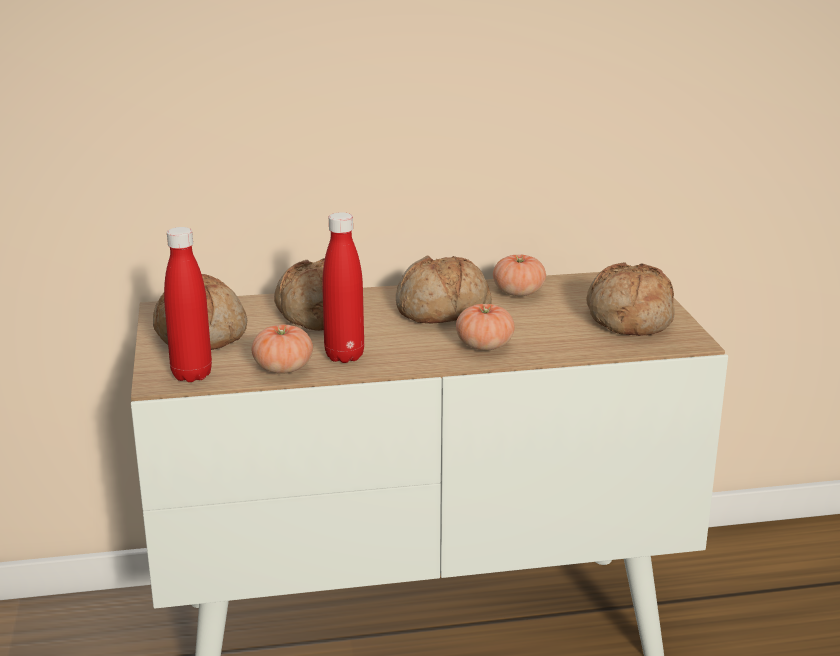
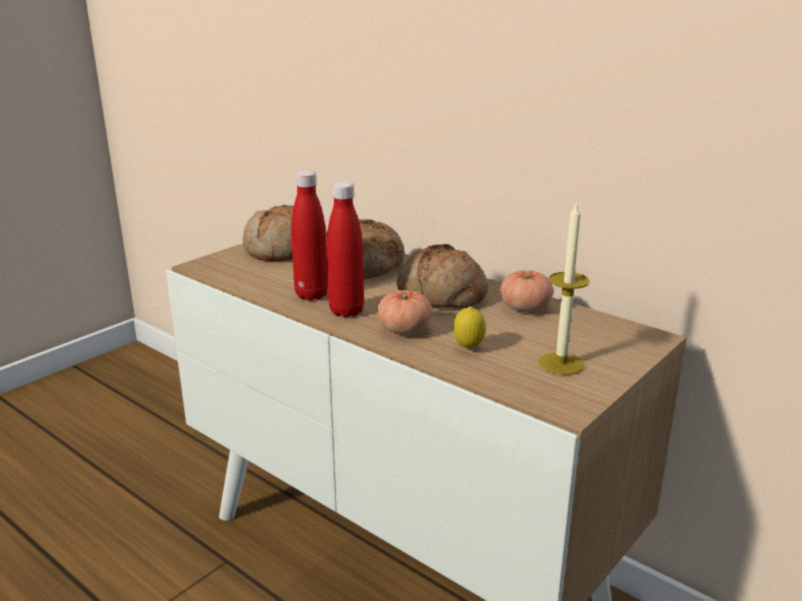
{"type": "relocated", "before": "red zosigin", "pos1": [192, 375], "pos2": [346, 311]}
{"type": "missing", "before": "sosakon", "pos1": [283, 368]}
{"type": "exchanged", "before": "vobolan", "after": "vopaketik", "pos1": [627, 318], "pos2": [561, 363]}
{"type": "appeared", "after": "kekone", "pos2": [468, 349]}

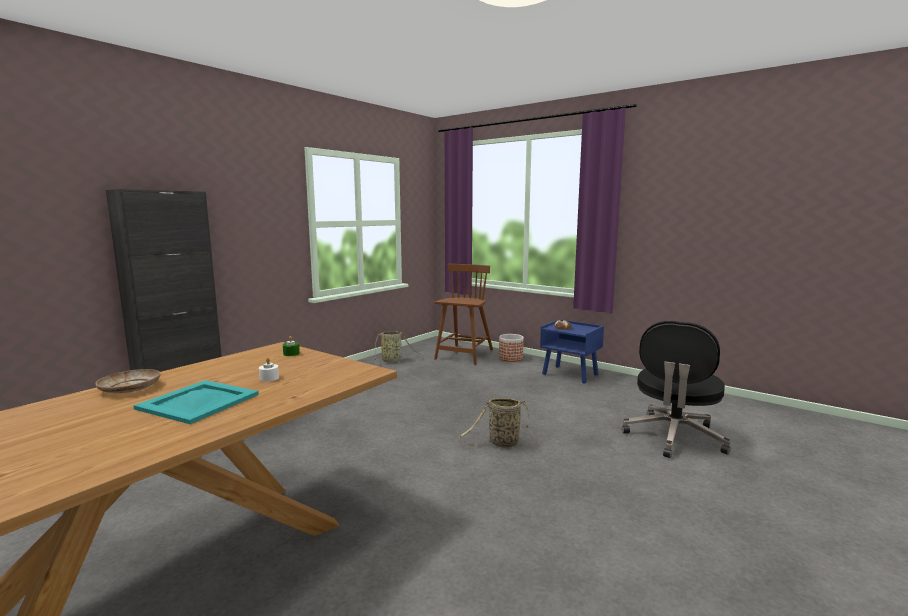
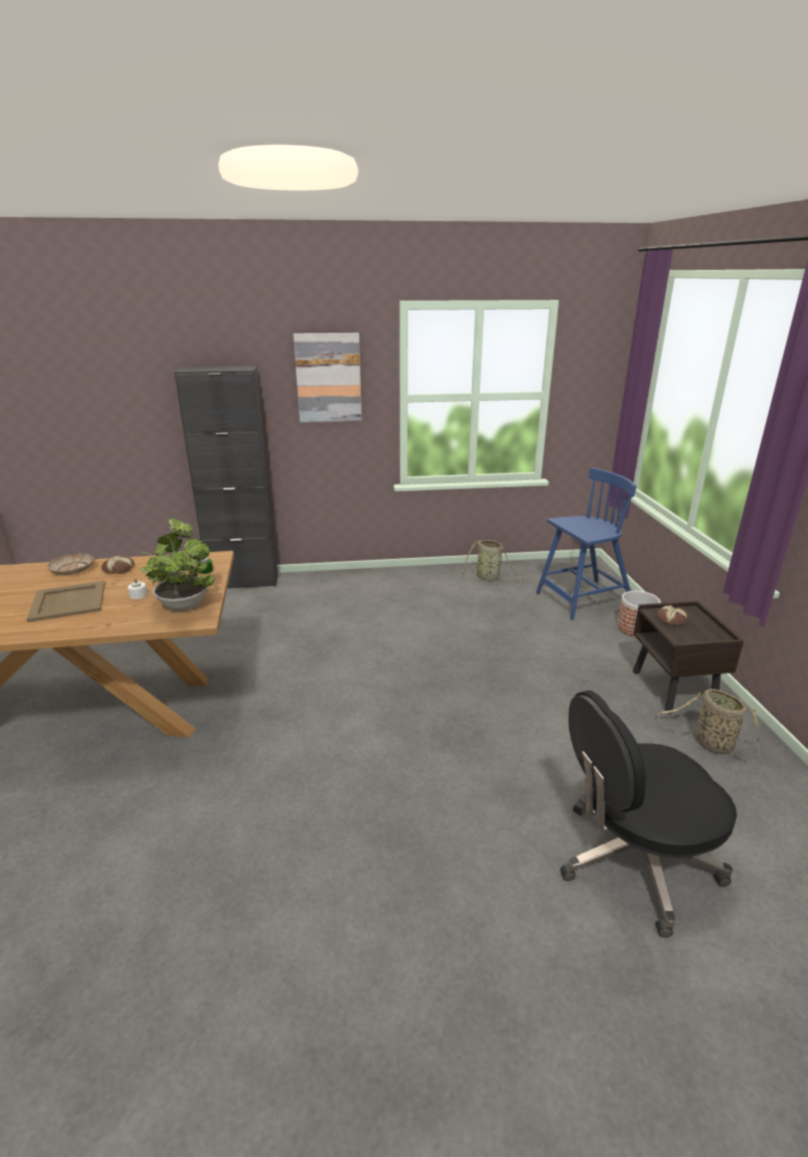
{"type": "colour", "before": "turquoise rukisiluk", "after": "beige rukisiluk", "pos1": [198, 402], "pos2": [67, 602]}
{"type": "colour", "before": "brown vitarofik", "after": "blue vitarofik", "pos1": [464, 355], "pos2": [582, 599]}
{"type": "relocated", "before": "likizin", "pos1": [501, 444], "pos2": [710, 744]}
{"type": "colour", "before": "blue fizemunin", "after": "brown fizemunin", "pos1": [570, 374], "pos2": [673, 690]}
{"type": "appeared", "after": "vobolan", "pos2": [119, 569]}
{"type": "appeared", "after": "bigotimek", "pos2": [184, 603]}
{"type": "appeared", "after": "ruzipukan", "pos2": [328, 378]}

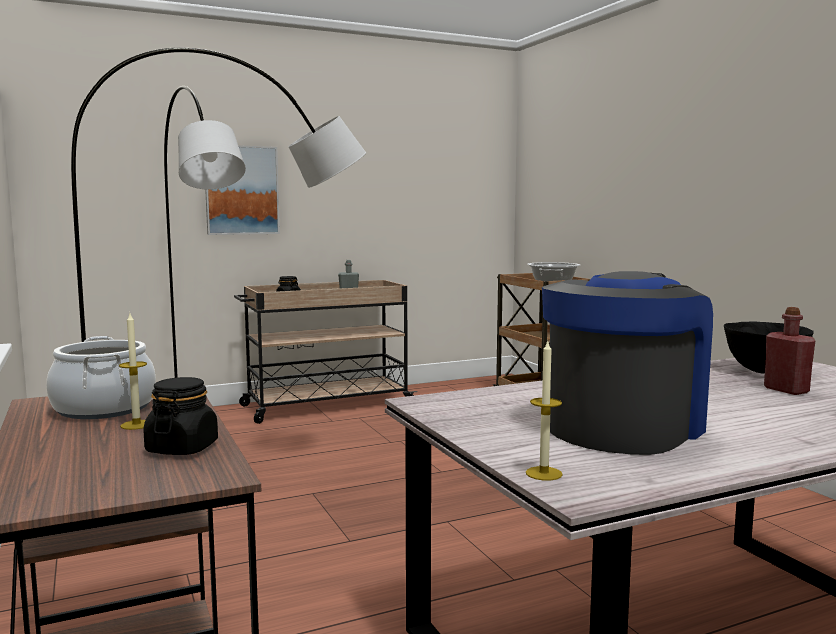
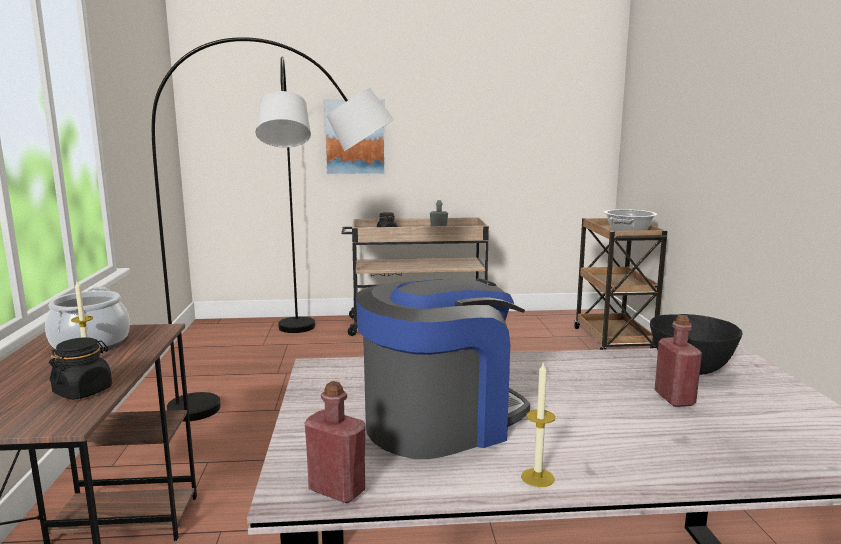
{"type": "relocated", "before": "vopaketik", "pos1": [544, 473], "pos2": [537, 477]}
{"type": "appeared", "after": "red zosigin", "pos2": [337, 490]}

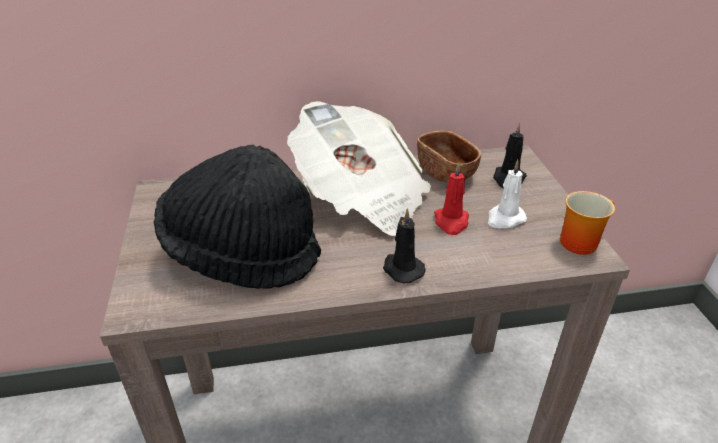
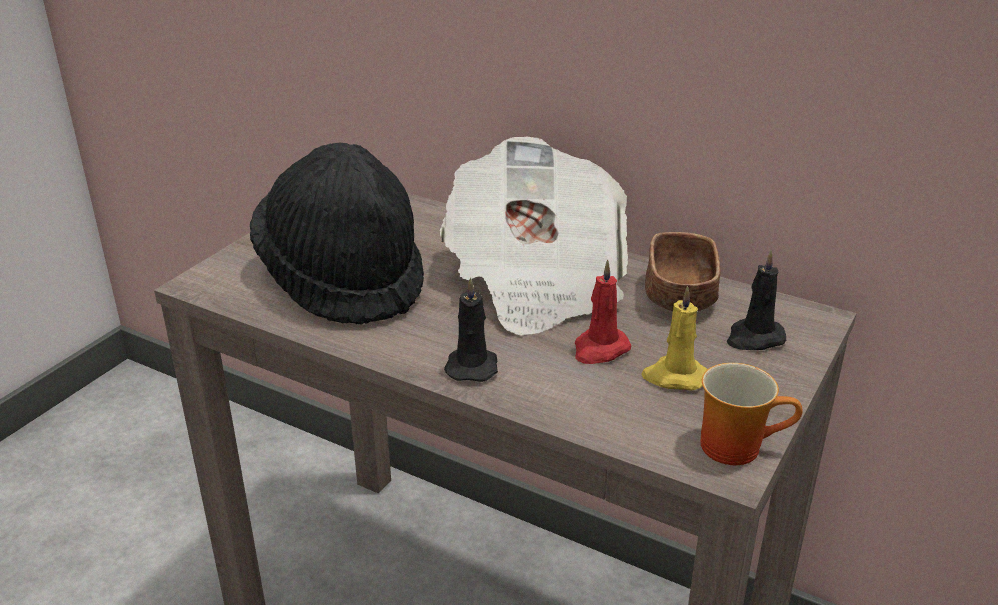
{"type": "colour", "before": "white vopaketik", "after": "yellow vopaketik", "pos1": [505, 219], "pos2": [674, 376]}

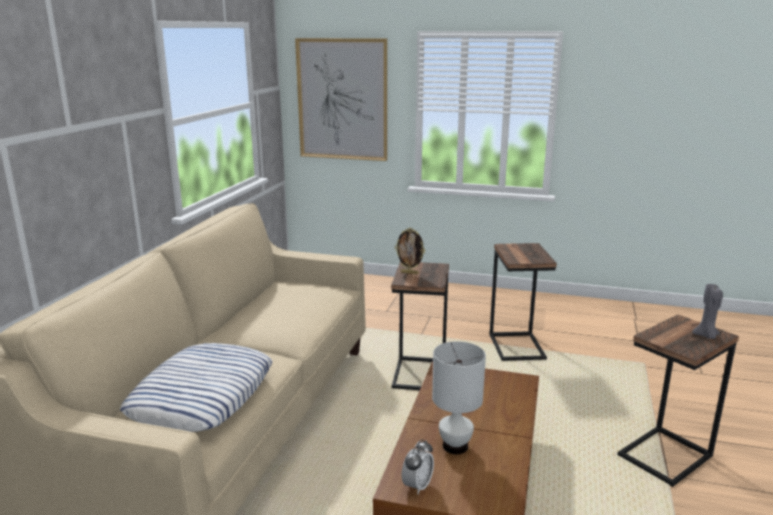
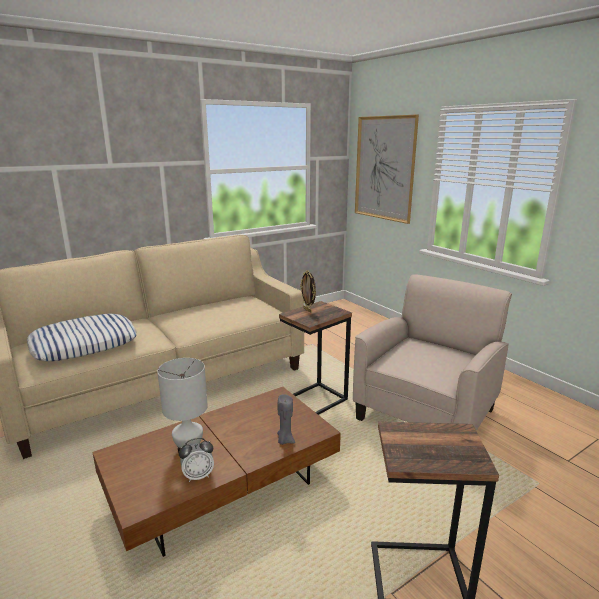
{"type": "relocated", "before": "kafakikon", "pos1": [417, 486], "pos2": [198, 476]}
{"type": "exchanged", "before": "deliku", "after": "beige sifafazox", "pos1": [518, 346], "pos2": [426, 413]}
{"type": "relocated", "before": "grey vopaketik", "pos1": [706, 335], "pos2": [285, 440]}

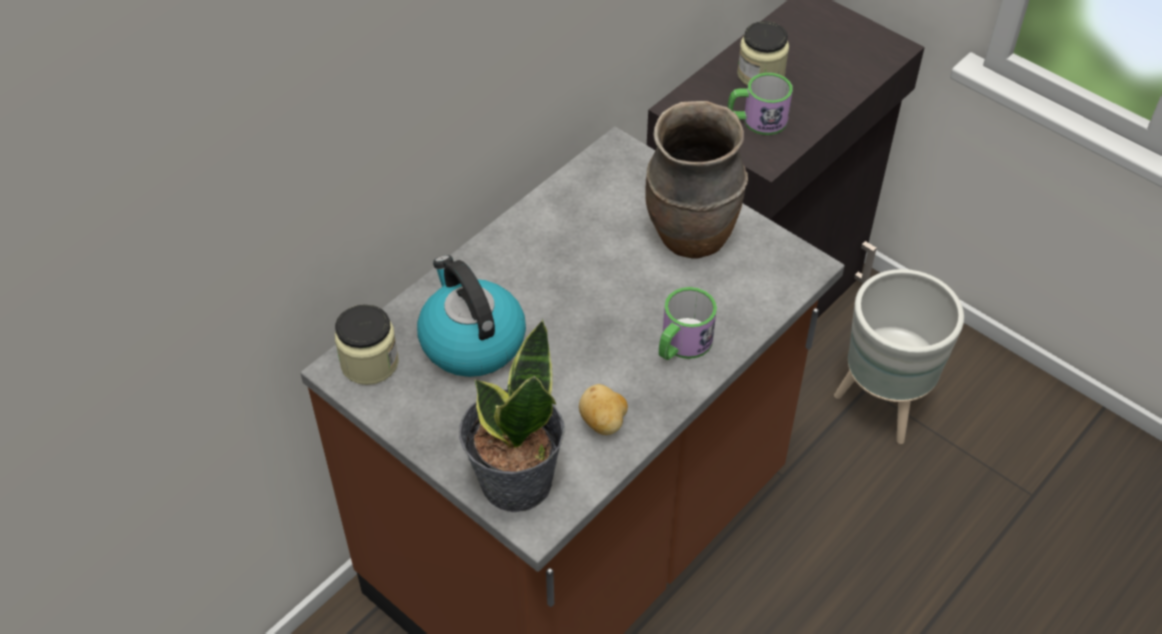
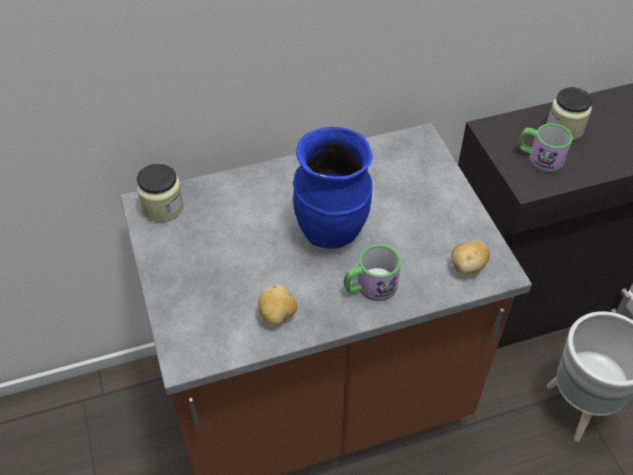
{"type": "missing", "before": "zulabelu", "pos1": [471, 341]}
{"type": "missing", "before": "bigotimek", "pos1": [514, 481]}
{"type": "missing", "before": "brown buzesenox", "pos1": [691, 237]}
{"type": "appeared", "after": "blue buzesenox", "pos2": [332, 231]}
{"type": "appeared", "after": "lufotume", "pos2": [467, 266]}

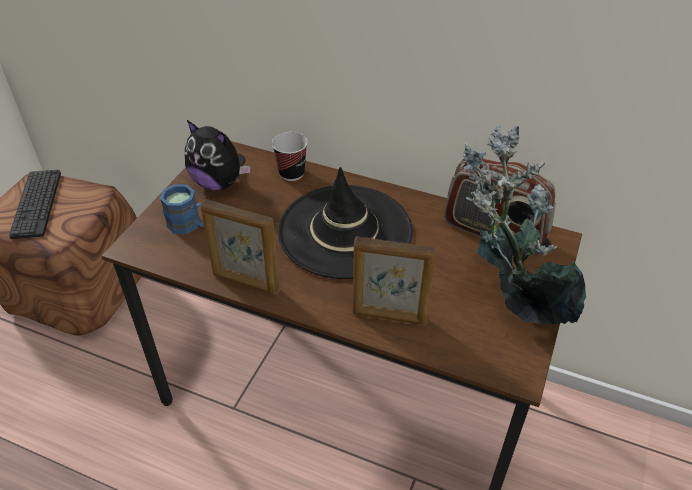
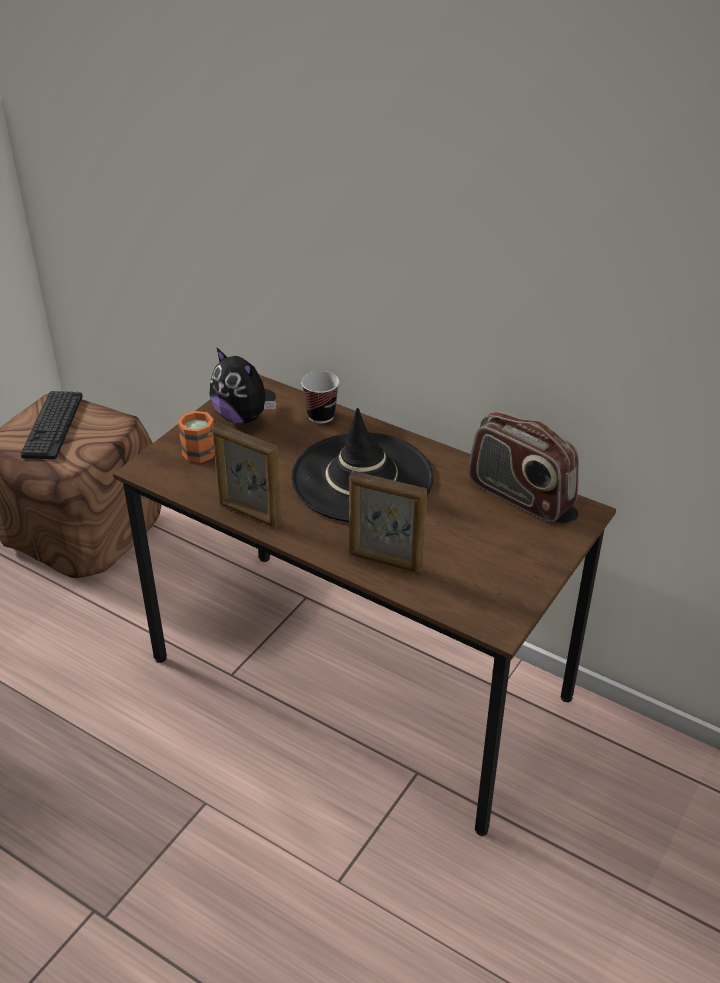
{"type": "colour", "before": "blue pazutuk", "after": "orange pazutuk", "pos1": [190, 225], "pos2": [205, 455]}
{"type": "missing", "before": "bigotimek", "pos1": [508, 301]}

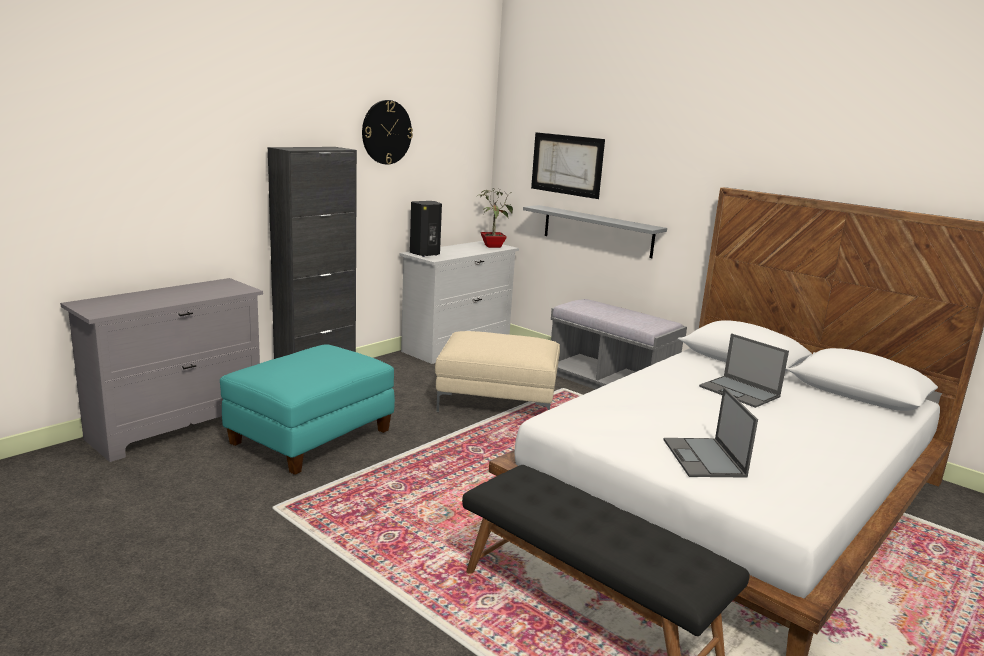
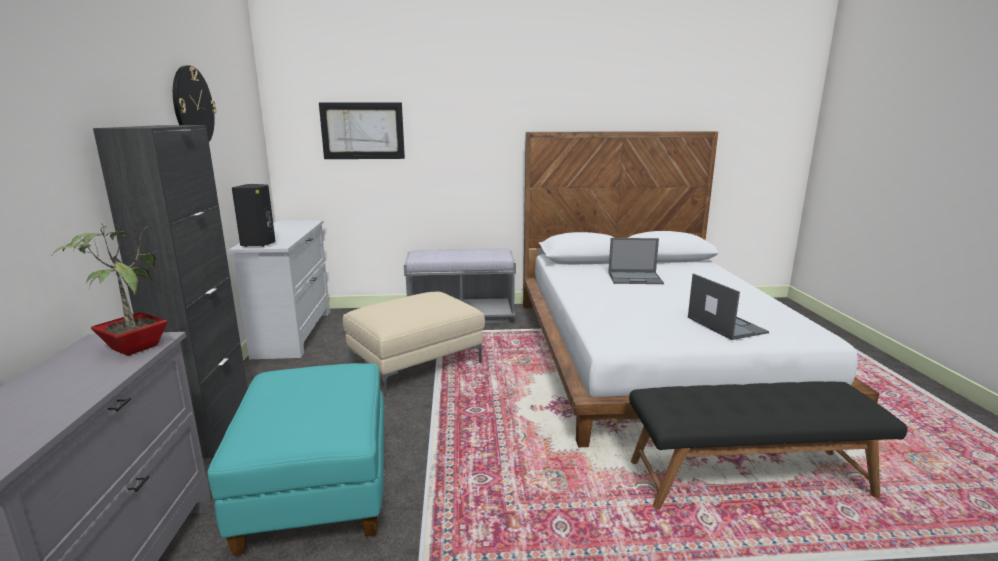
{"type": "relocated", "before": "bigotimek", "pos1": [492, 246], "pos2": [133, 347]}
{"type": "missing", "before": "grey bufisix", "pos1": [597, 231]}
{"type": "spun", "before": "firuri", "pos1": [704, 458], "pos2": [725, 325], "turn": -150}

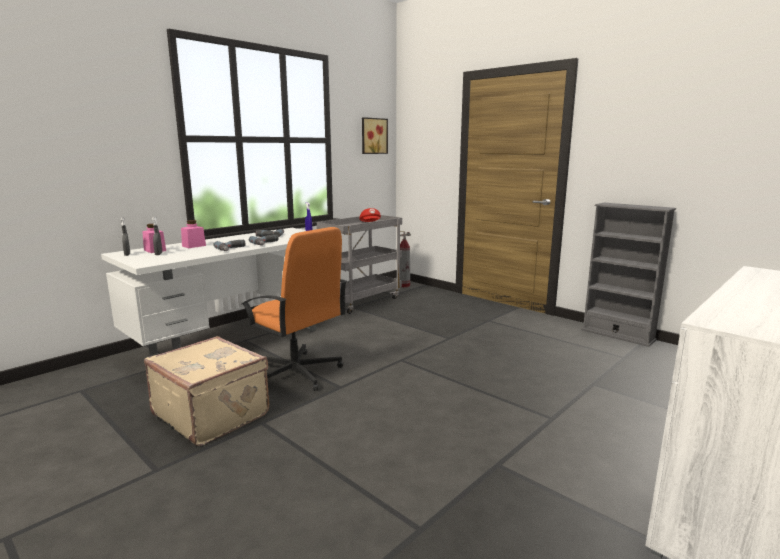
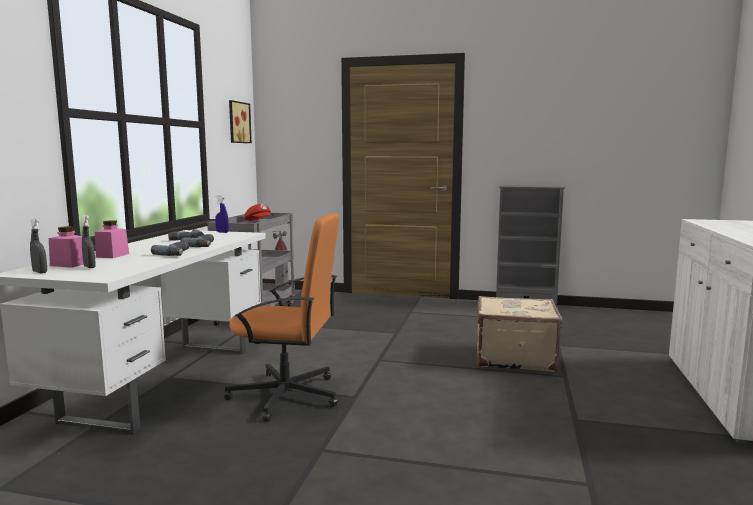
{"type": "relocated", "before": "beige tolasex", "pos1": [213, 414], "pos2": [514, 357]}

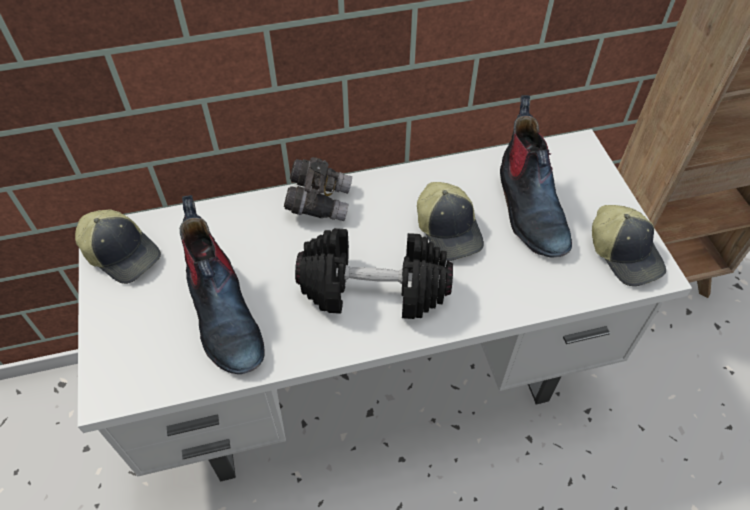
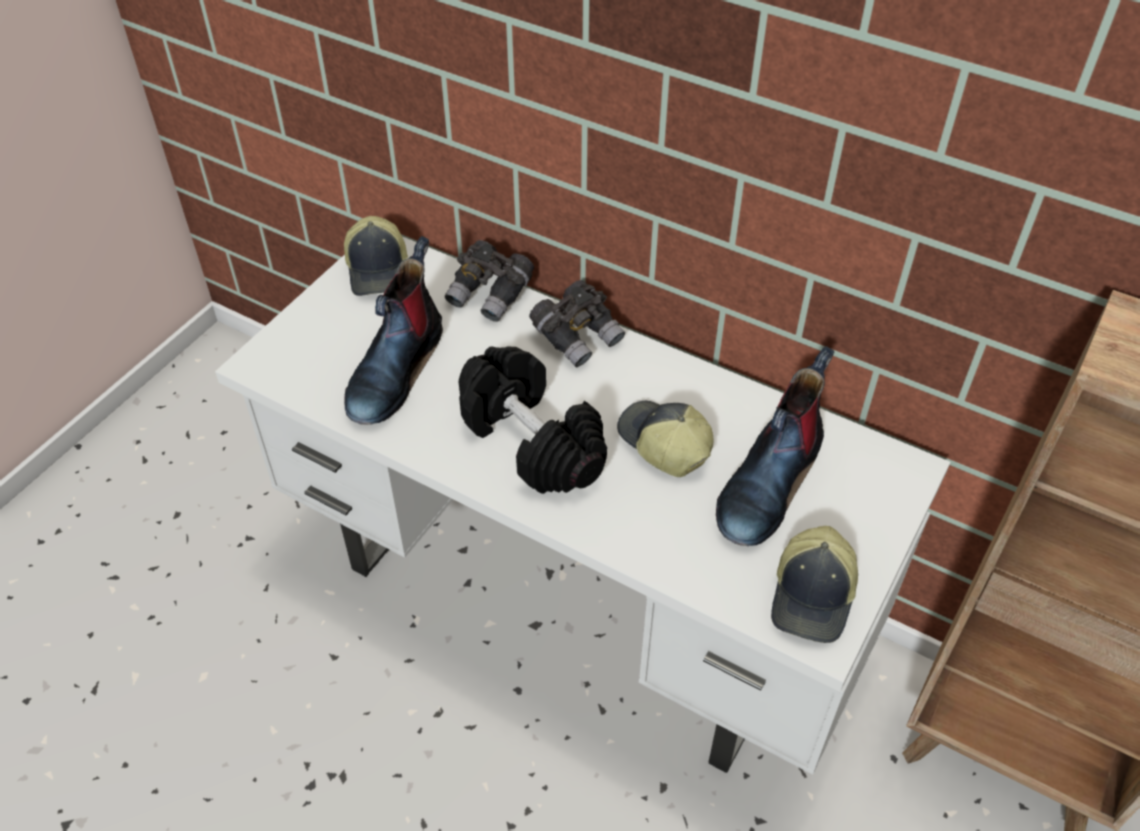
{"type": "spun", "before": "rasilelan", "pos1": [449, 230], "pos2": [663, 444], "turn": 120}
{"type": "appeared", "after": "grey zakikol", "pos2": [491, 295]}

